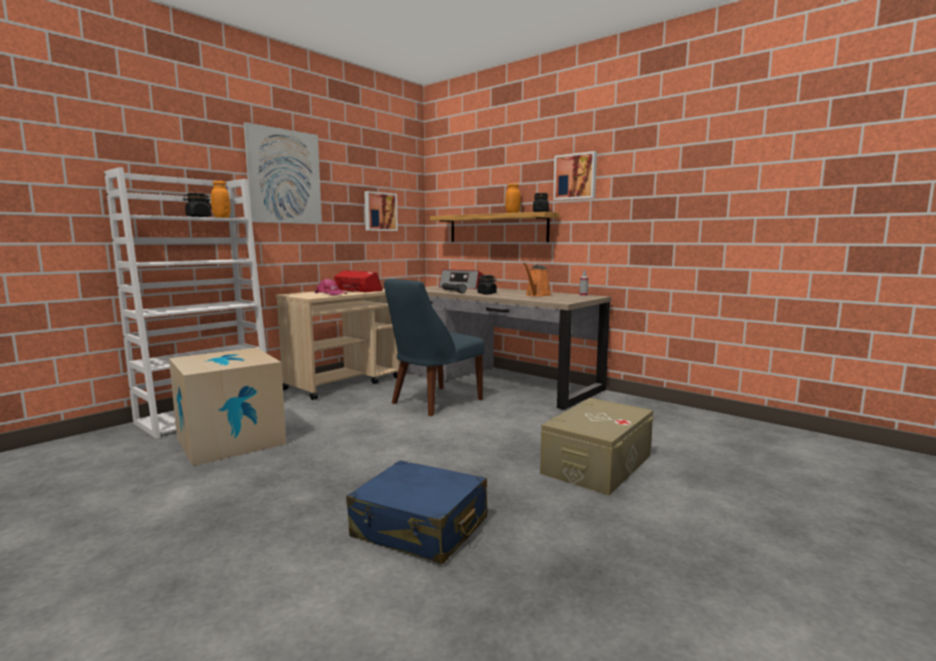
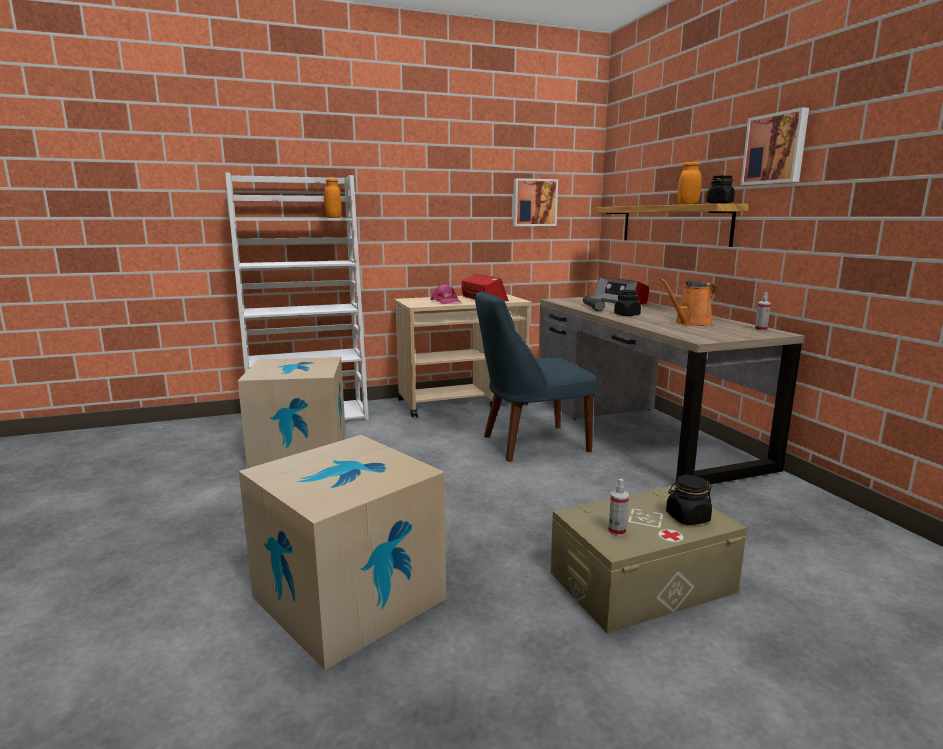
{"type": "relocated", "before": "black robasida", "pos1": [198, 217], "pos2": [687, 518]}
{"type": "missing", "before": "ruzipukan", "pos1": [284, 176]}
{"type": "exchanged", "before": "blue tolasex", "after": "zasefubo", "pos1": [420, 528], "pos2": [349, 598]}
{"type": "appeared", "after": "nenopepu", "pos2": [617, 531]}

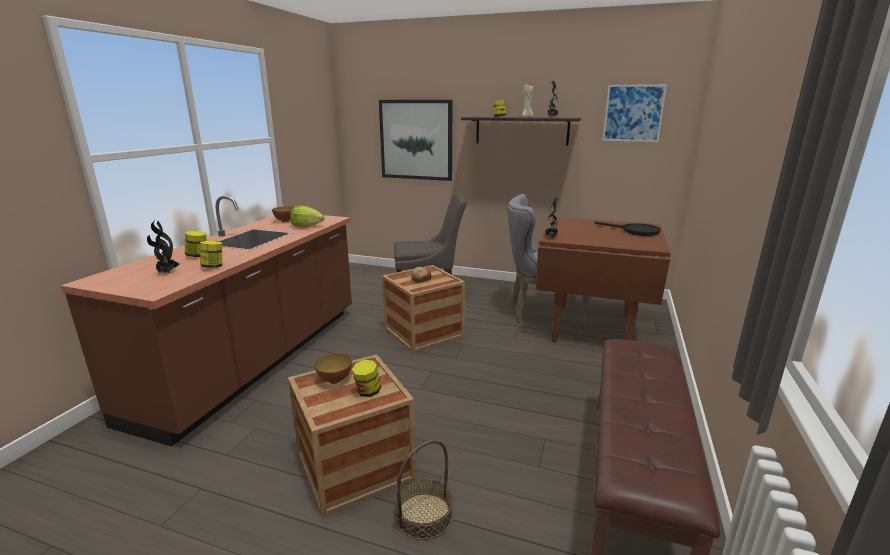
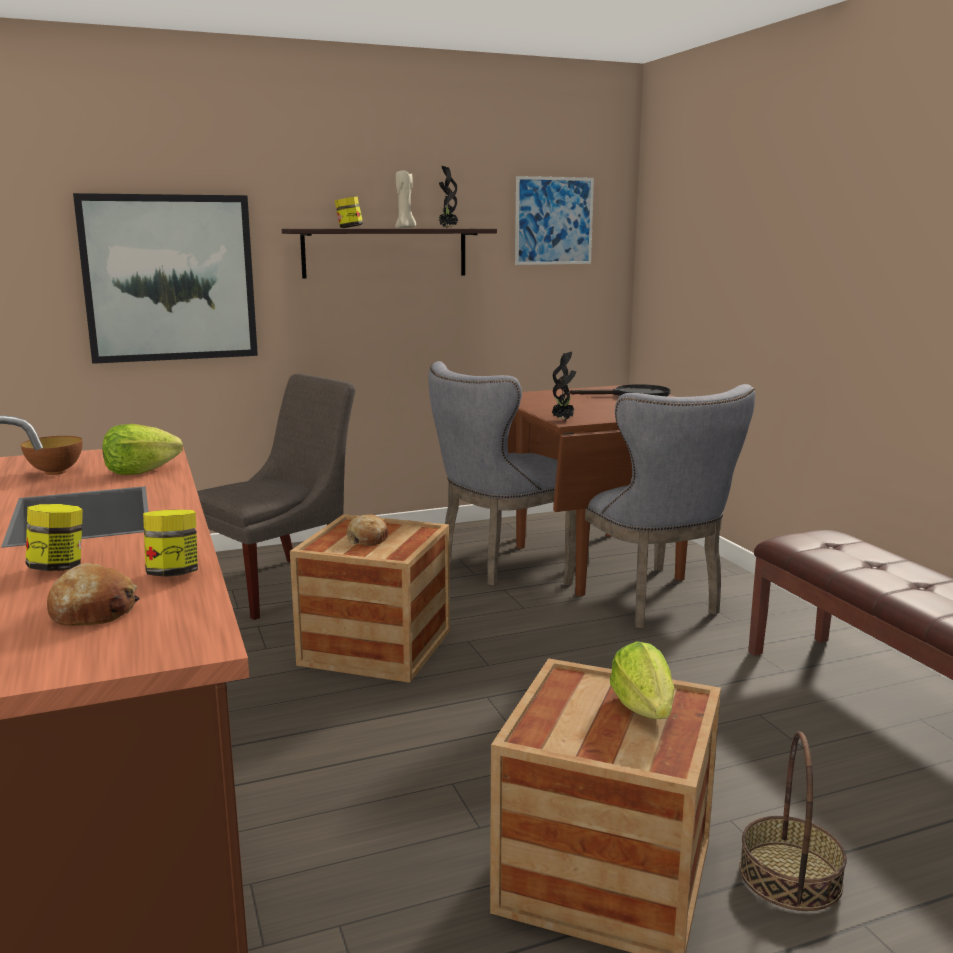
{"type": "exchanged", "before": "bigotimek", "after": "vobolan", "pos1": [167, 273], "pos2": [93, 611]}
{"type": "missing", "before": "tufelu", "pos1": [335, 380]}
{"type": "exchanged", "before": "robasida", "after": "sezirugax", "pos1": [367, 392], "pos2": [644, 708]}
{"type": "appeared", "after": "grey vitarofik", "pos2": [650, 601]}

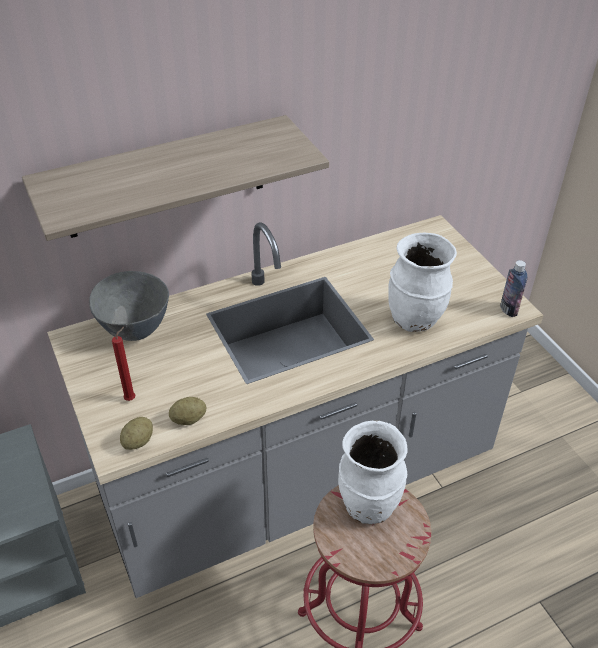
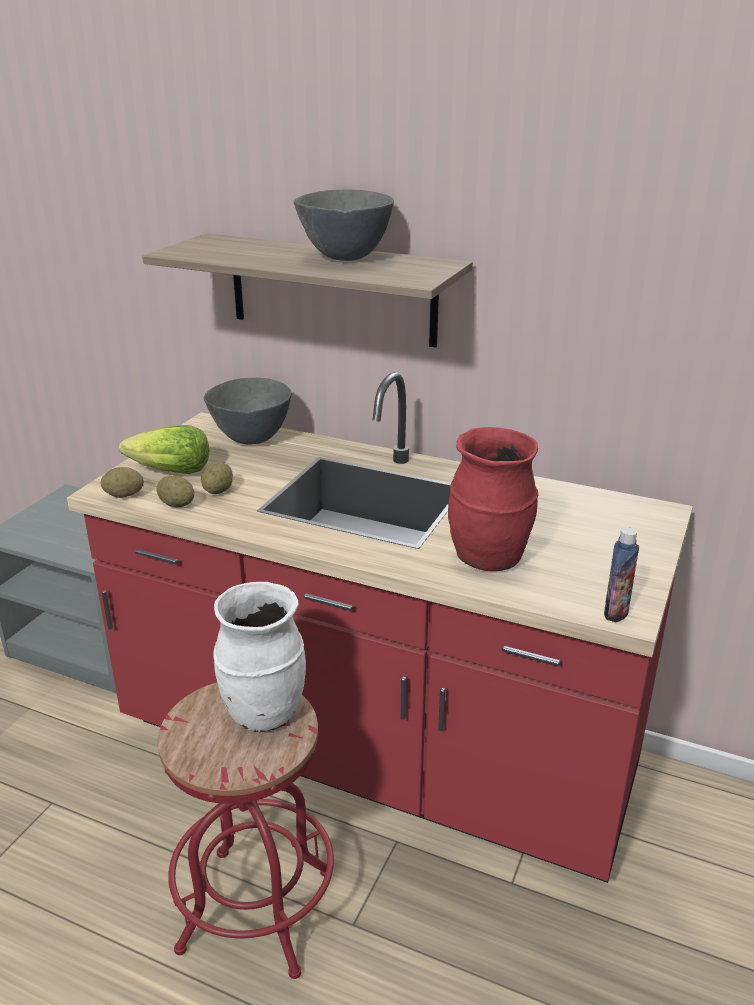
{"type": "colour", "before": "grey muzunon", "after": "red muzunon", "pos1": [297, 480], "pos2": [377, 752]}
{"type": "exchanged", "before": "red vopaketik", "after": "sezirugax", "pos1": [131, 398], "pos2": [170, 472]}
{"type": "colour", "before": "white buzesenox", "after": "red buzesenox", "pos1": [415, 320], "pos2": [489, 559]}
{"type": "appeared", "after": "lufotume", "pos2": [218, 491]}
{"type": "appeared", "after": "grey tufelu", "pos2": [346, 258]}

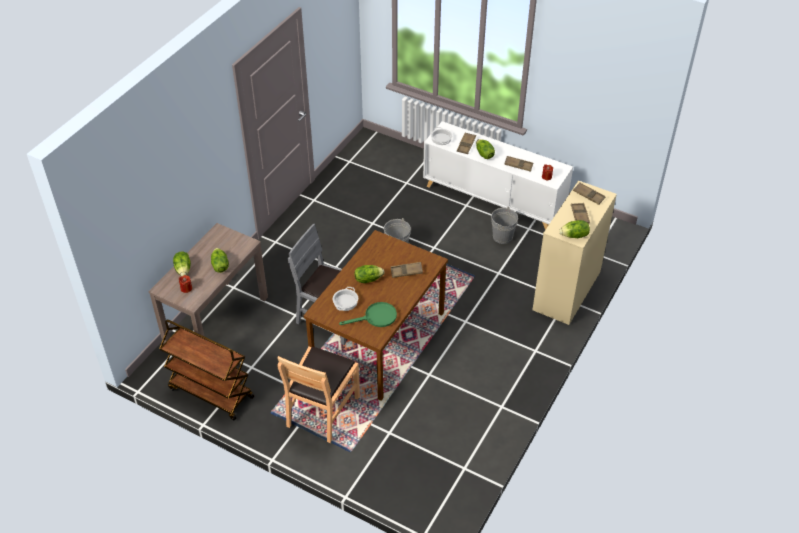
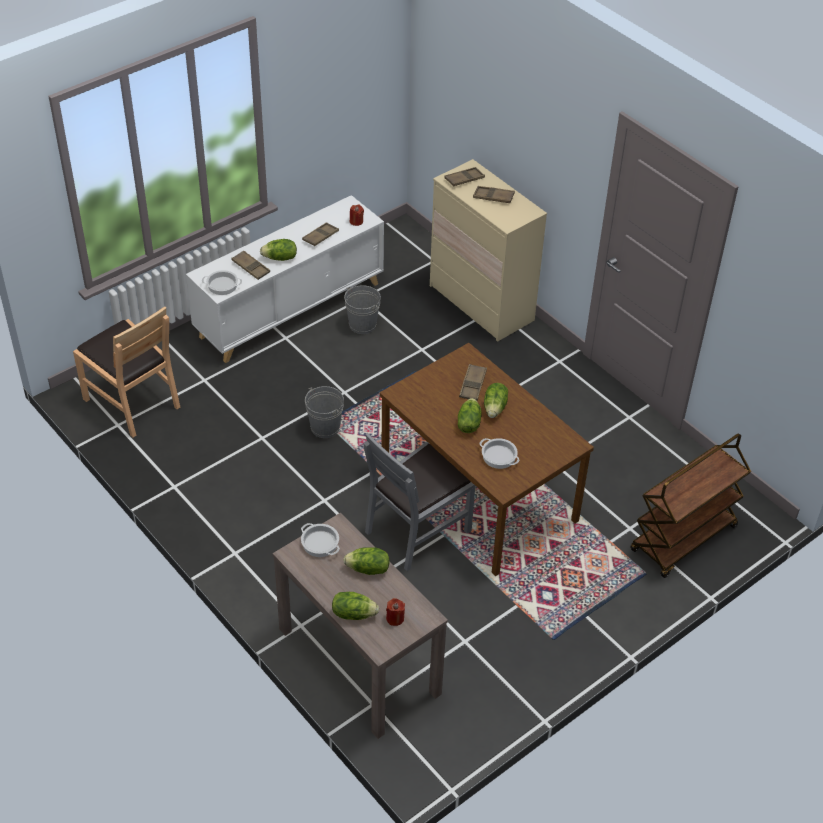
{"type": "relocated", "before": "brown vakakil", "pos1": [210, 393], "pos2": [683, 539]}
{"type": "relocated", "before": "brown vitarofik", "pos1": [322, 410], "pos2": [132, 402]}
{"type": "missing", "before": "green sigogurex", "pos1": [376, 317]}
{"type": "relocated", "before": "sezirugax", "pos1": [574, 236], "pos2": [495, 408]}
{"type": "appeared", "after": "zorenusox", "pos2": [319, 543]}

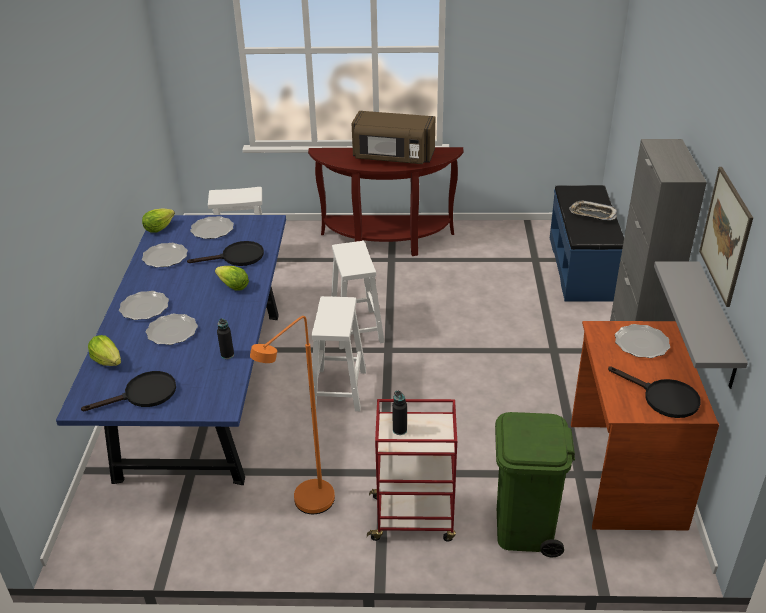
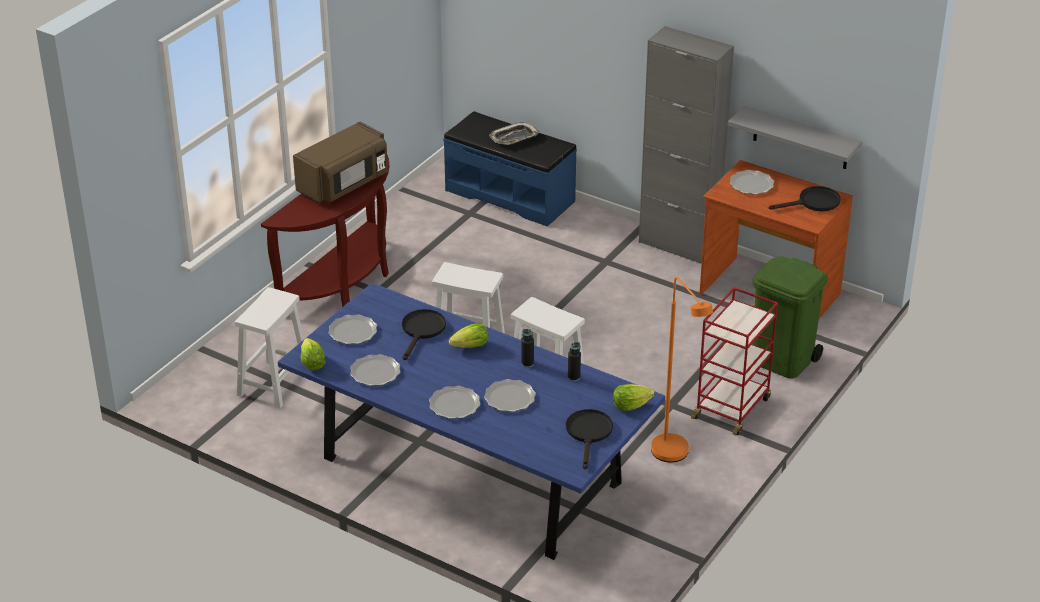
{"type": "relocated", "before": "sezirugax", "pos1": [107, 361], "pos2": [630, 405]}
{"type": "relocated", "before": "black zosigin", "pos1": [399, 430], "pos2": [527, 363]}
{"type": "missing", "before": "ruzipukan", "pos1": [725, 235]}

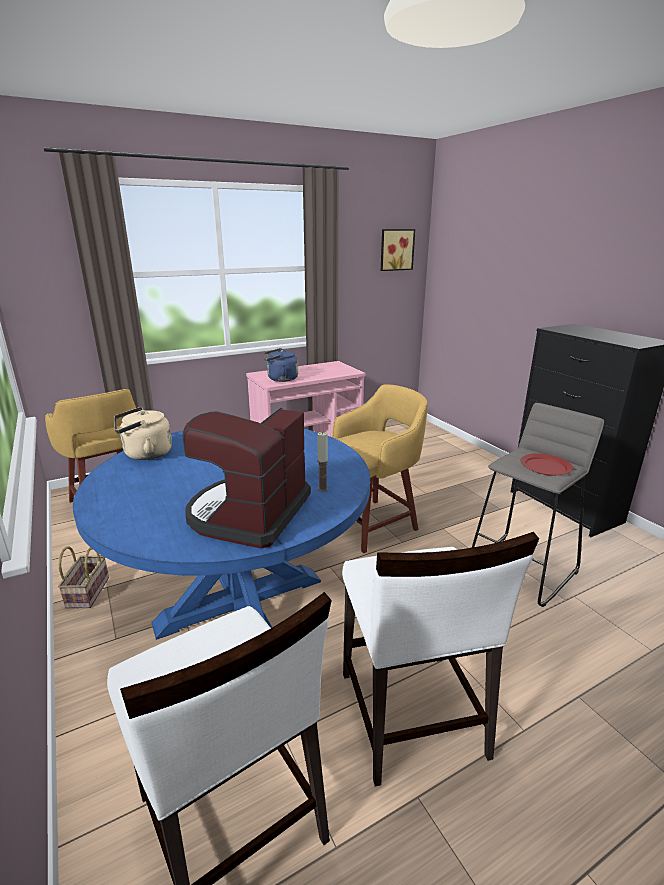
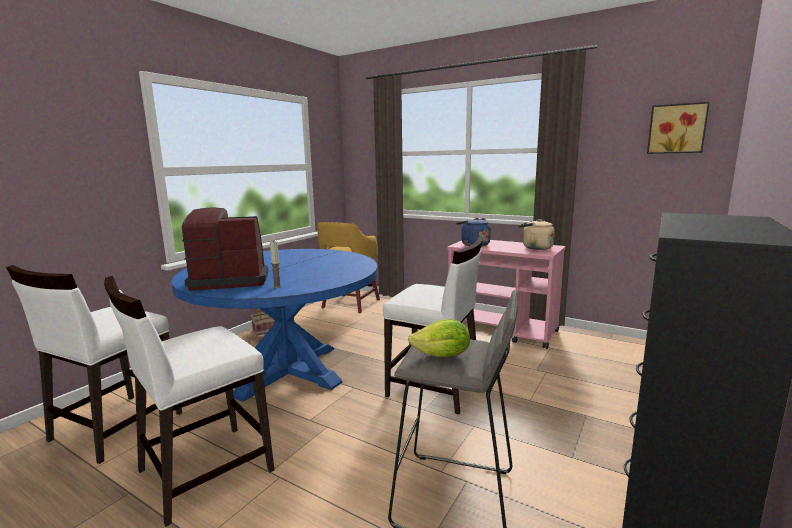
{"type": "relocated", "before": "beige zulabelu", "pos1": [145, 454], "pos2": [535, 247]}
{"type": "exchanged", "before": "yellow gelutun", "after": "white vitarofik", "pos1": [373, 524], "pos2": [434, 388]}
{"type": "exchanged", "before": "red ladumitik", "after": "sezirugax", "pos1": [546, 466], "pos2": [442, 356]}

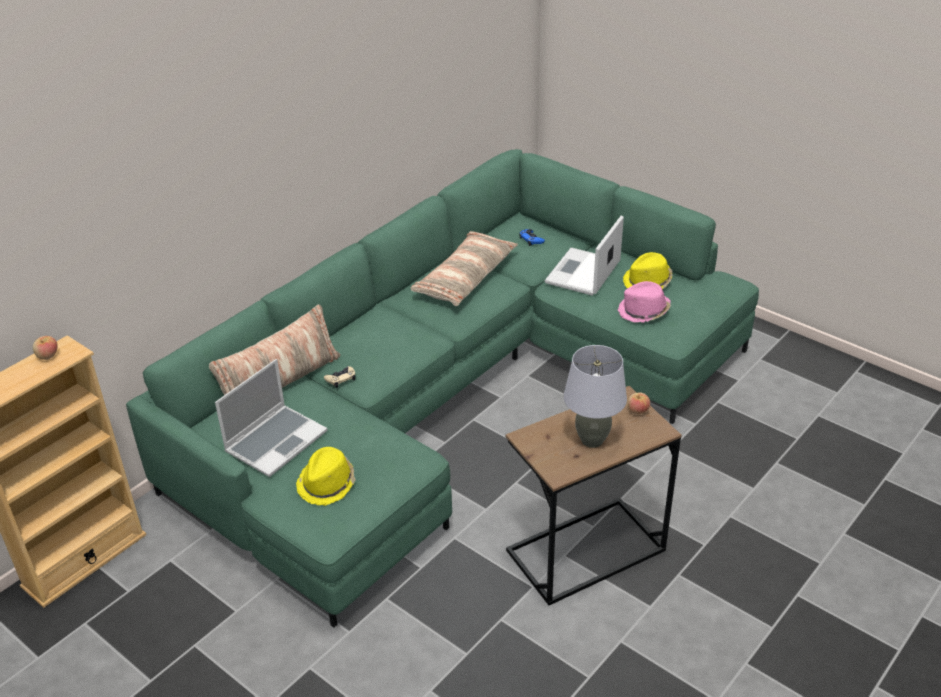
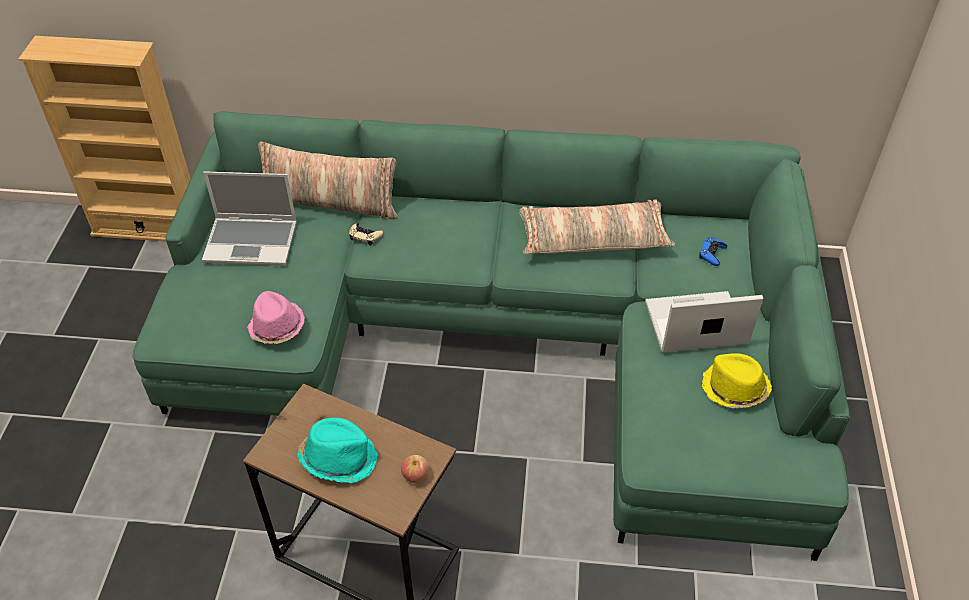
{"type": "missing", "before": "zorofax", "pos1": [47, 356]}
{"type": "missing", "before": "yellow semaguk", "pos1": [327, 484]}
{"type": "exchanged", "before": "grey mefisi", "after": "turquoise semaguk", "pos1": [592, 440], "pos2": [339, 458]}
{"type": "relocated", "before": "pink semaguk", "pos1": [643, 312], "pos2": [277, 327]}

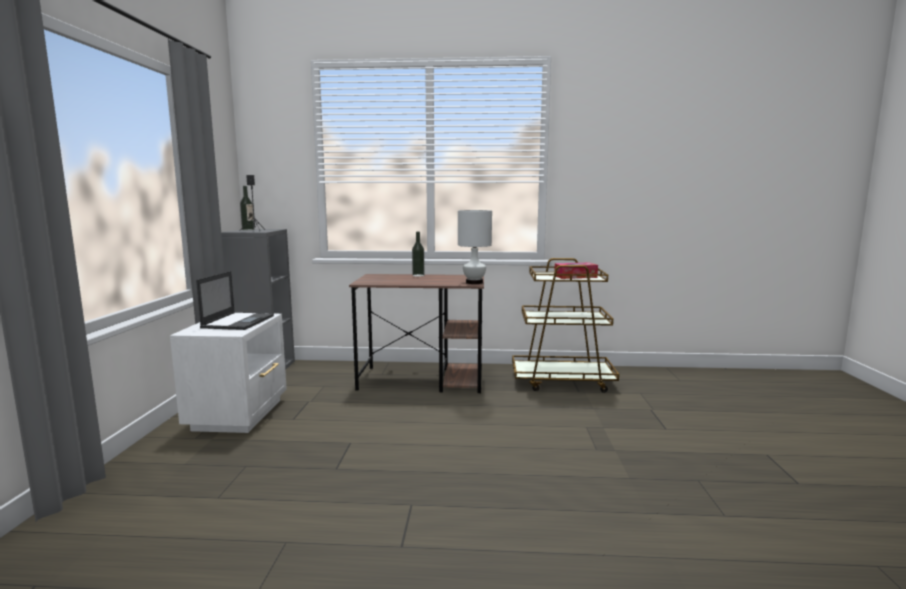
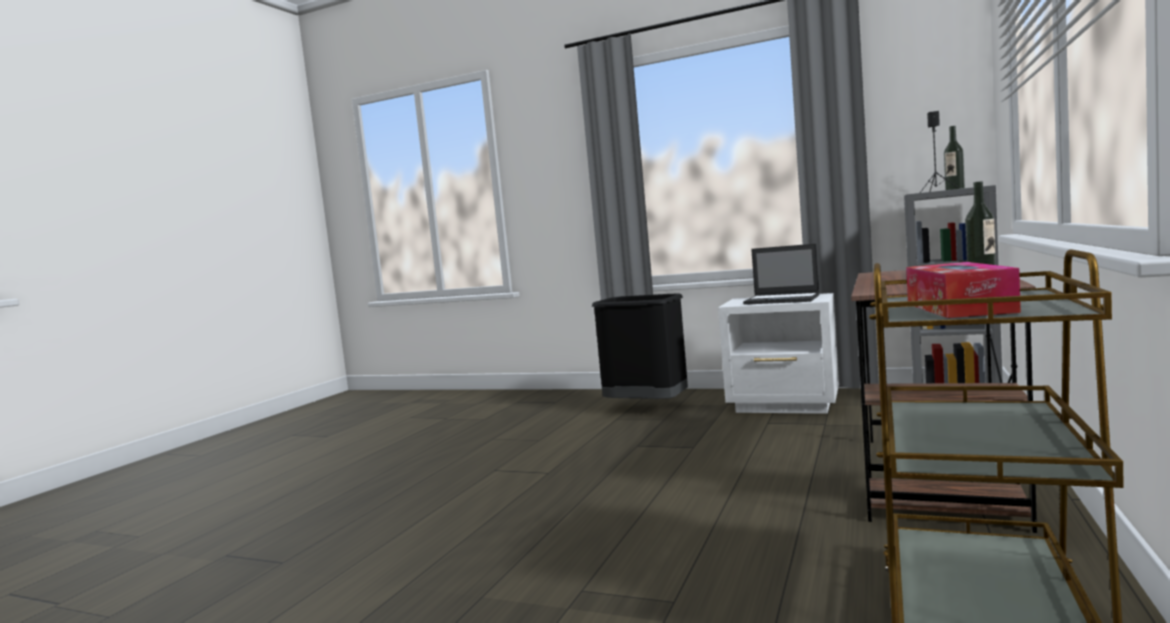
{"type": "missing", "before": "white mefisi", "pos1": [474, 282]}
{"type": "appeared", "after": "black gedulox", "pos2": [647, 408]}

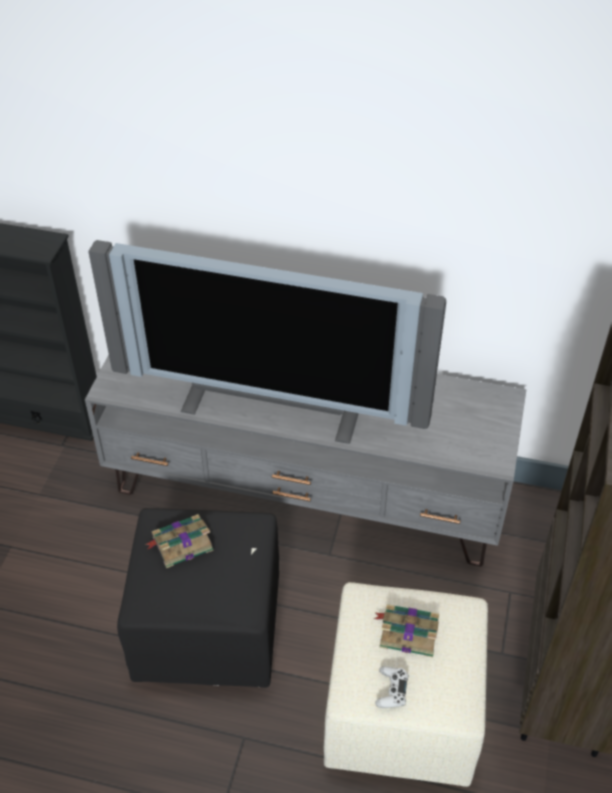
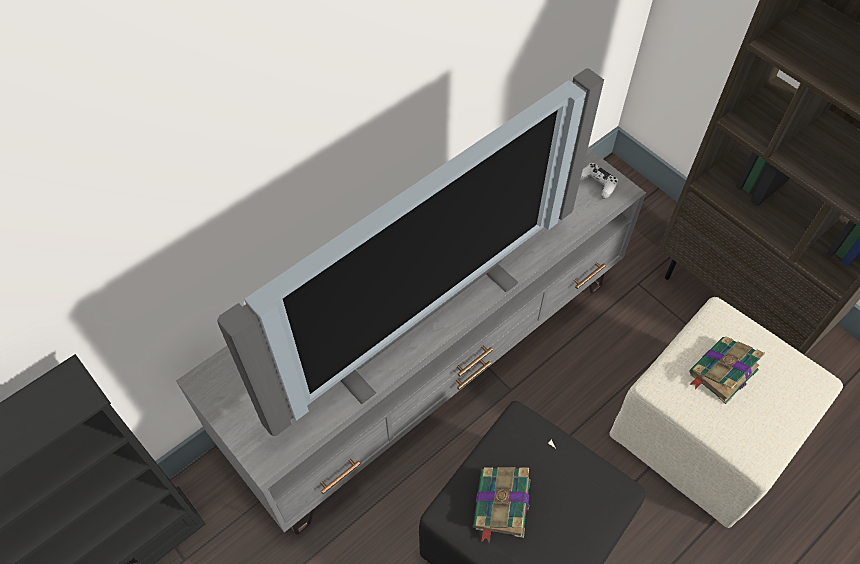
{"type": "relocated", "before": "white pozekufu", "pos1": [391, 690], "pos2": [596, 183]}

